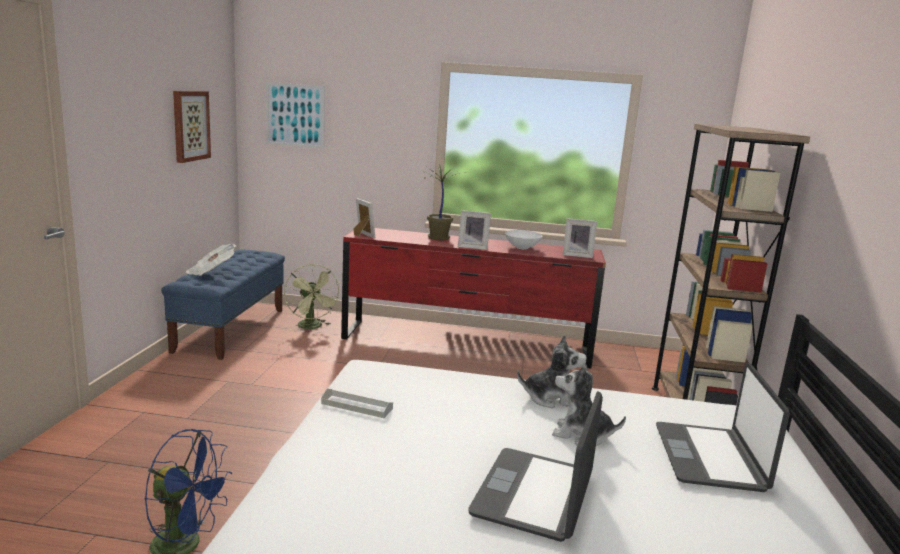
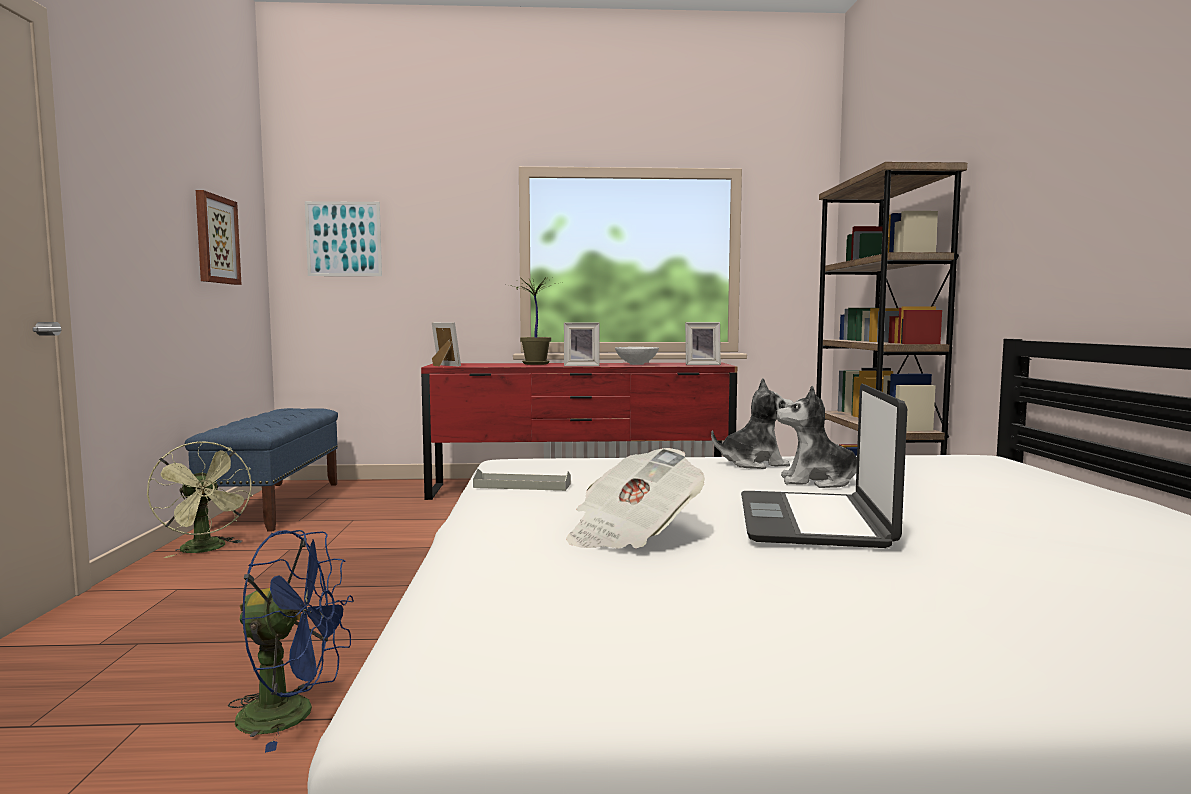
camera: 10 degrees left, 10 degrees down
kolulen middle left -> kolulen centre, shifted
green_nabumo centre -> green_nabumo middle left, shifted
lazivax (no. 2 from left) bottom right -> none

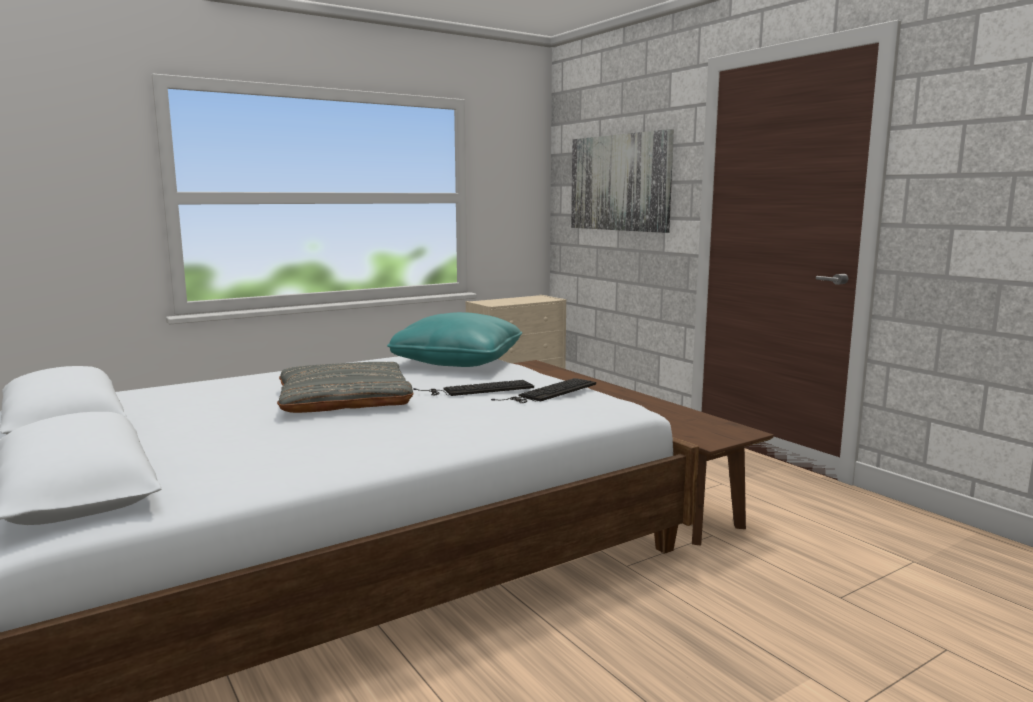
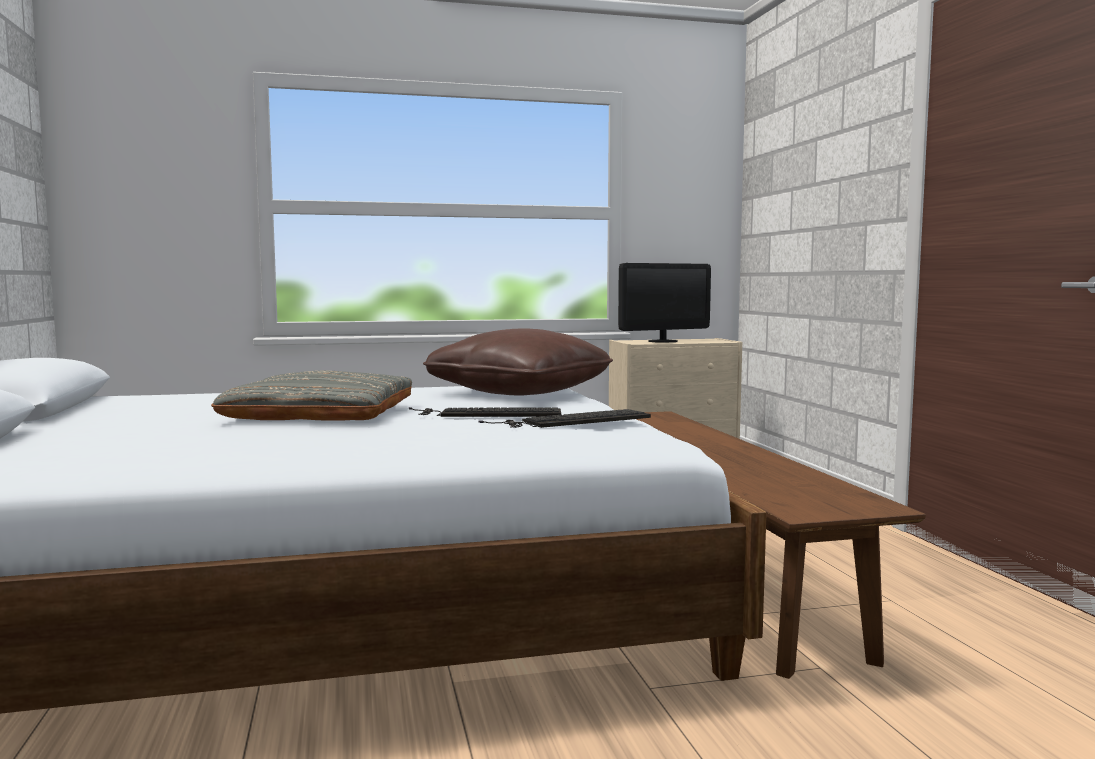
camera: 20 degrees right, 5 degrees down
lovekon top centre -> none
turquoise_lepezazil centre -> brown_lepezazil centre
none -> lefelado centre

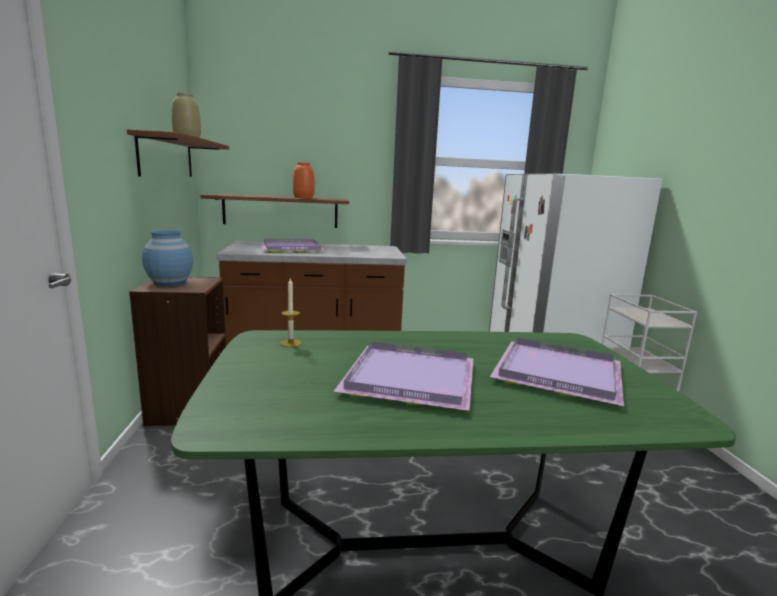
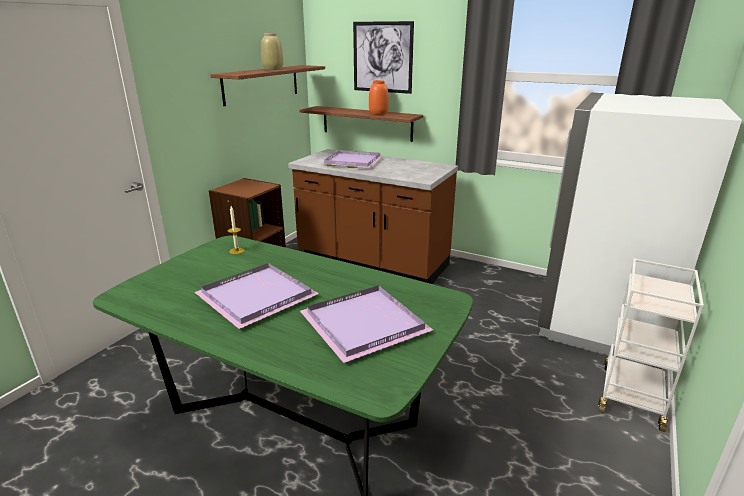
camera: 35 degrees right, 10 degrees up
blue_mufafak middle left -> none
none -> lovekon top centre

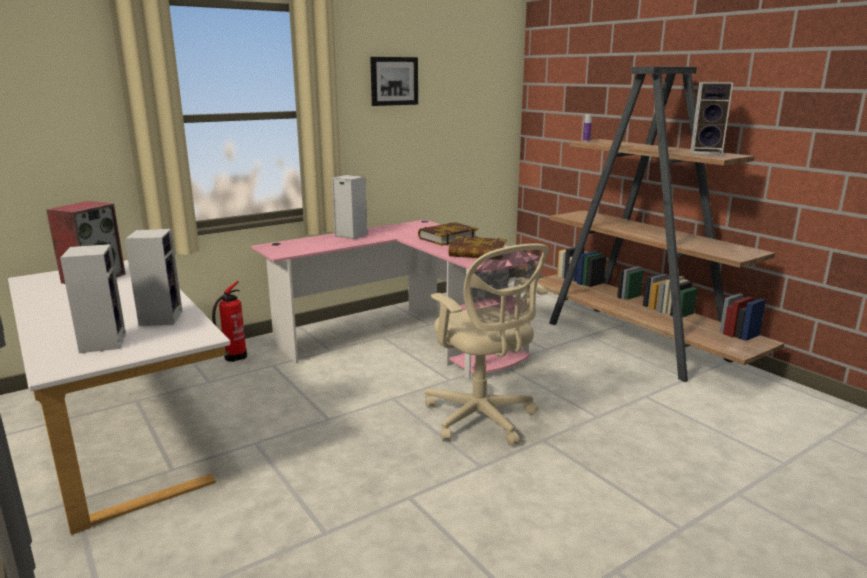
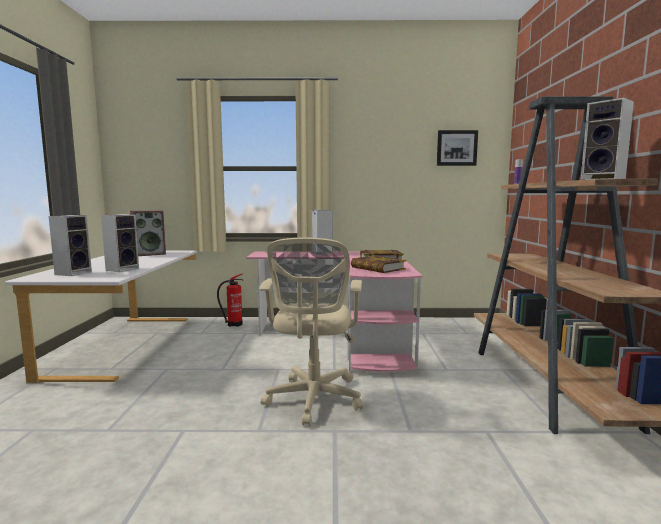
camera: 35 degrees right, 10 degrees down
lovekon top centre -> lovekon top right, shifted

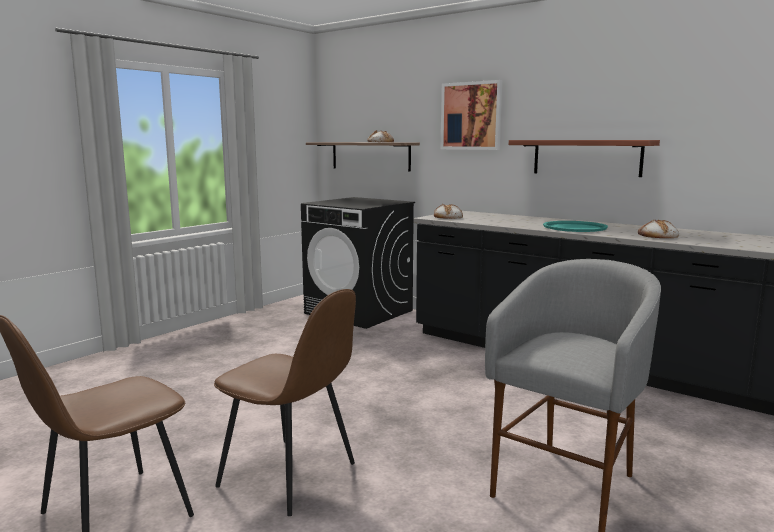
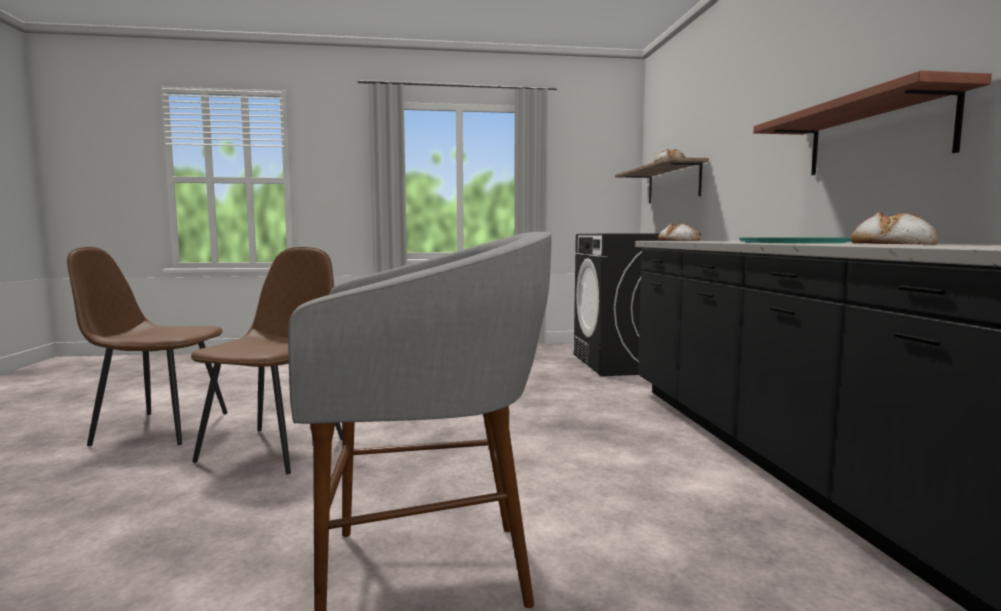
camera: 45 degrees right, 5 degrees down
lovekon top centre -> none
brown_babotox (no. 2 from left) bottom centre -> brown_babotox (no. 2 from left) middle left, 150 degrees counterclockwise

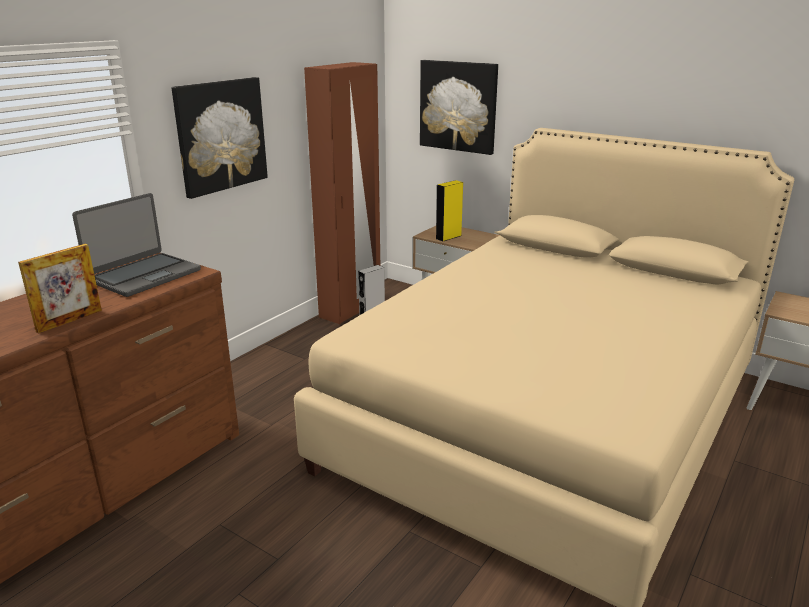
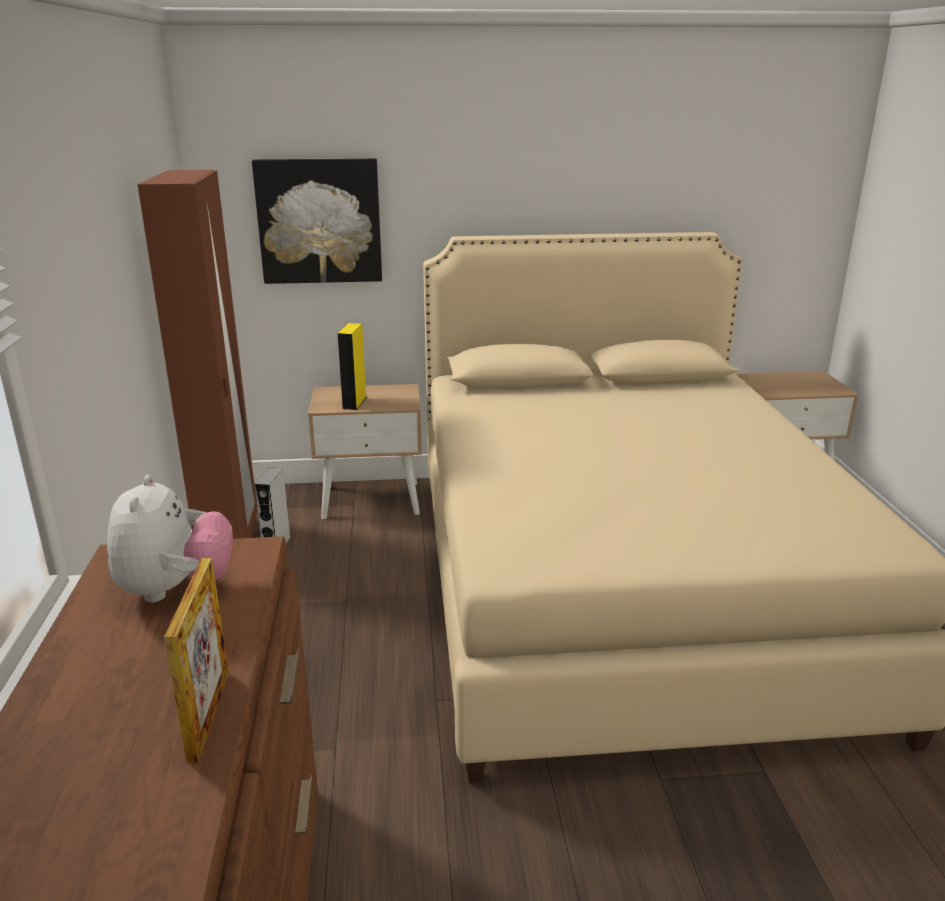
camera: 40 degrees left, 0 degrees up
lovekon (no. 1 from left) top left -> none
lazivax middle left -> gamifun middle left

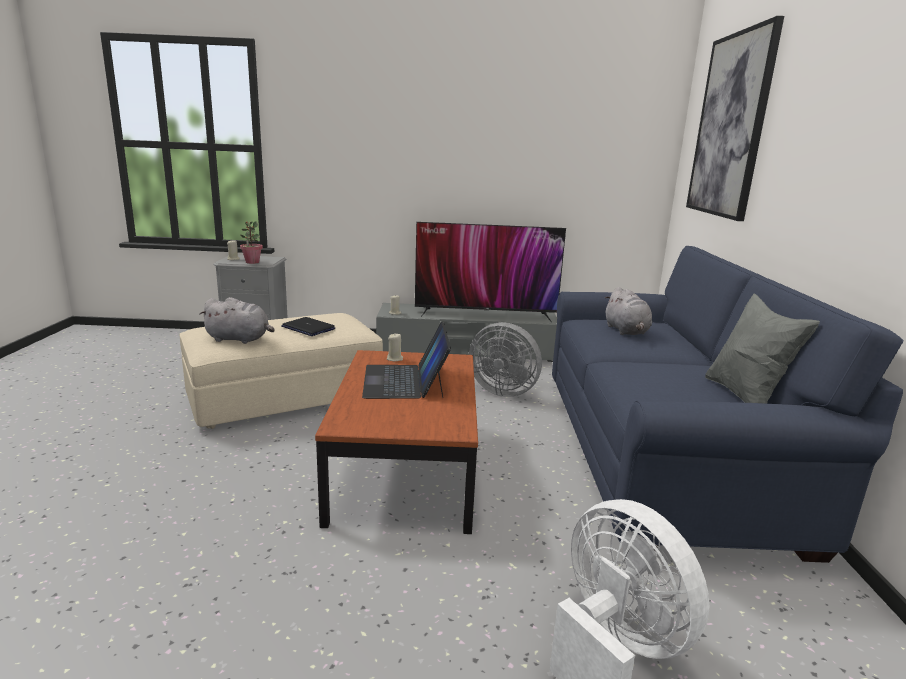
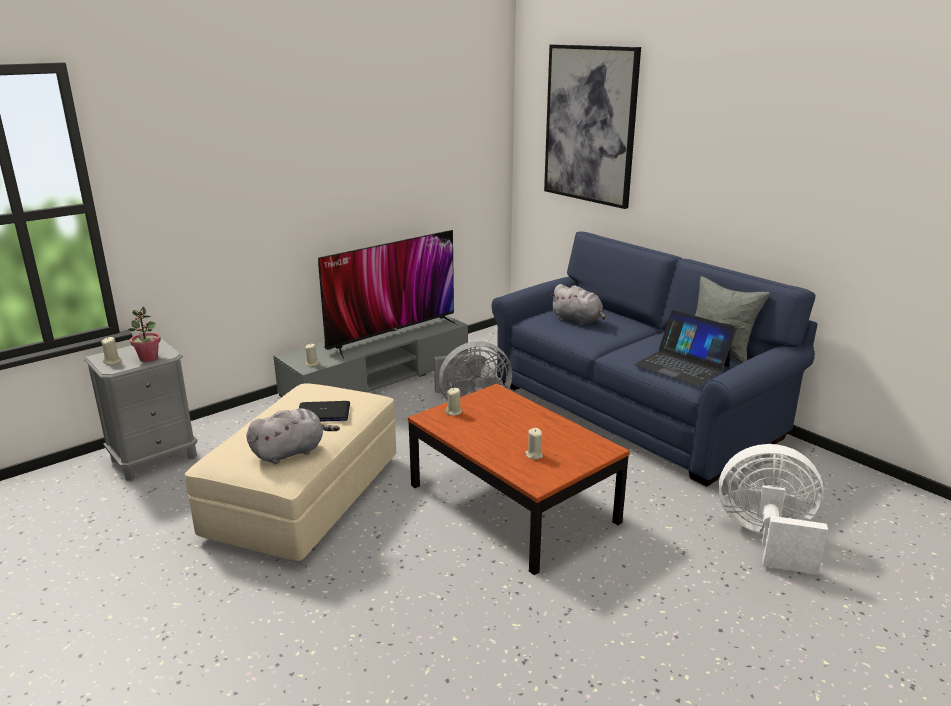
camera: 40 degrees left, 5 degrees up
lazivax (no. 2 from left) centre -> lazivax (no. 2 from left) middle right, shifted
none -> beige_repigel (no. 4 from left) centre

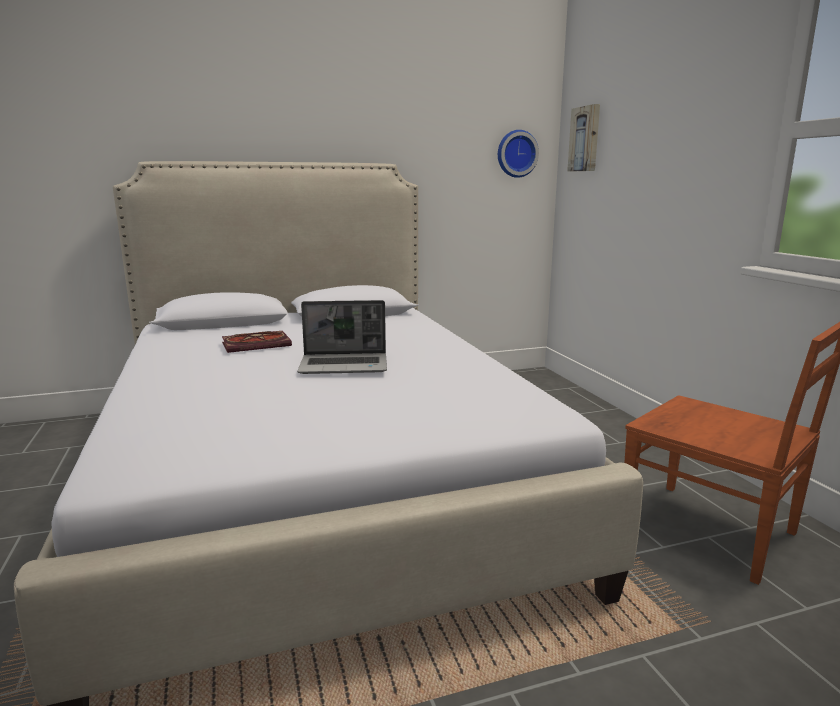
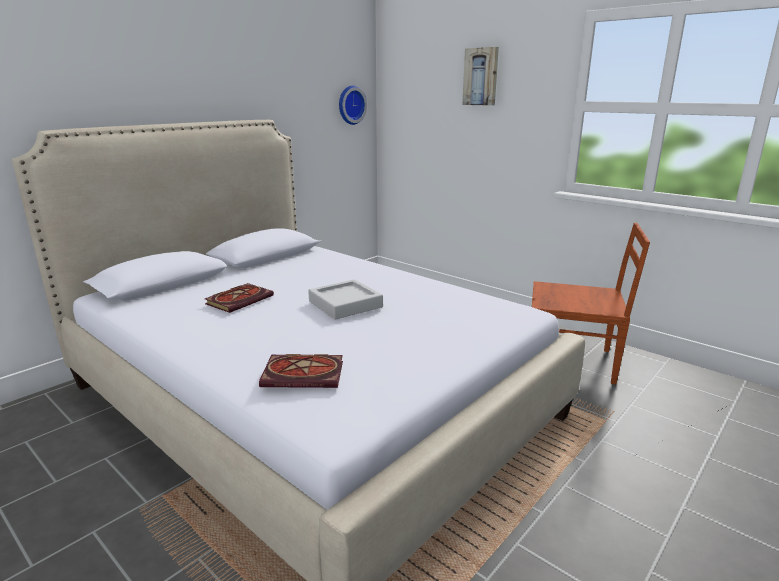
camera: 30 degrees left, 5 degrees up
lovekon top right -> lovekon top centre, shifted
lazivax centre -> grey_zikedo centre
none -> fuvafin (no. 2 from left) centre

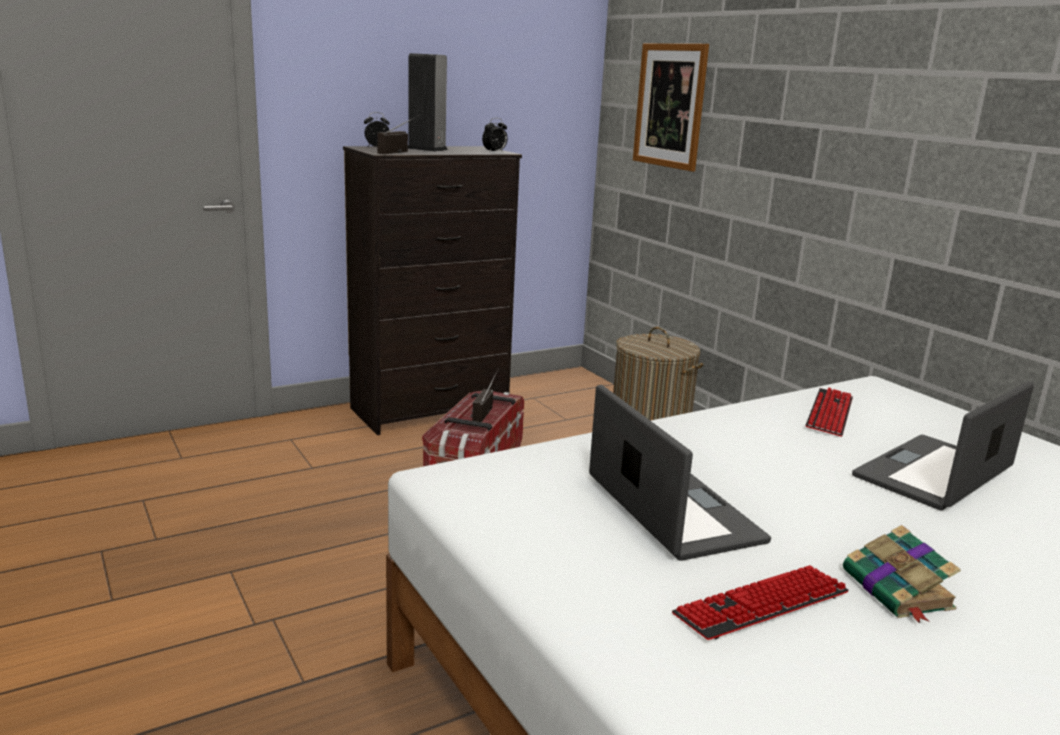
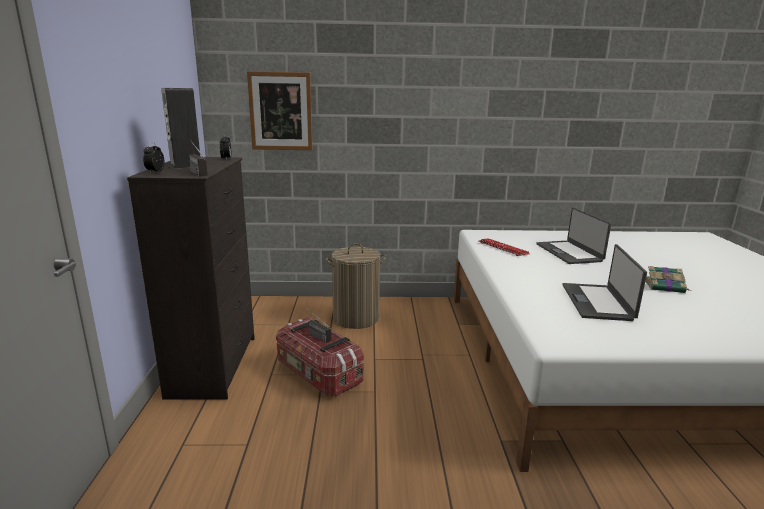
camera: 60 degrees left, 0 degrees up
lazivax (no. 1 from left in the first image) centre -> lazivax (no. 2 from left) middle right, 90 degrees counterclockwise
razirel (no. 1 from left) bottom right -> none

